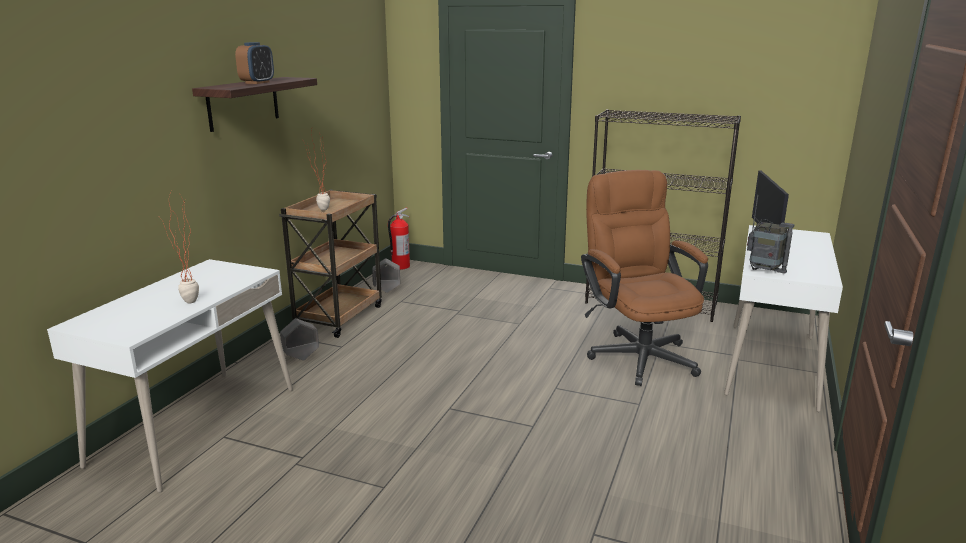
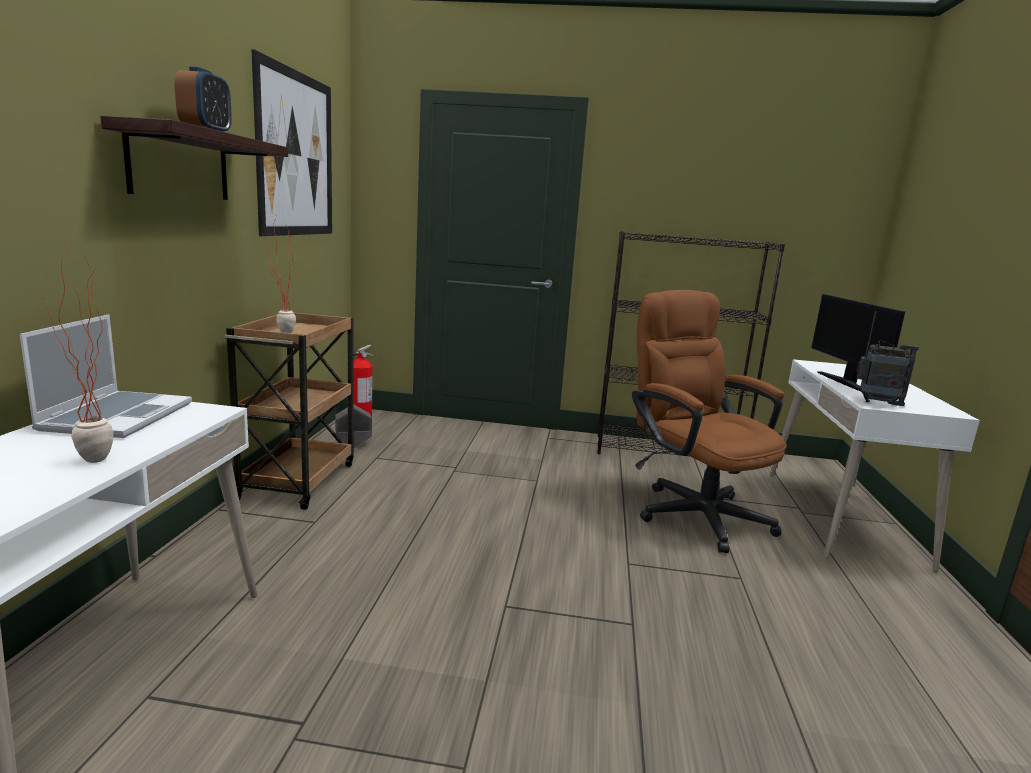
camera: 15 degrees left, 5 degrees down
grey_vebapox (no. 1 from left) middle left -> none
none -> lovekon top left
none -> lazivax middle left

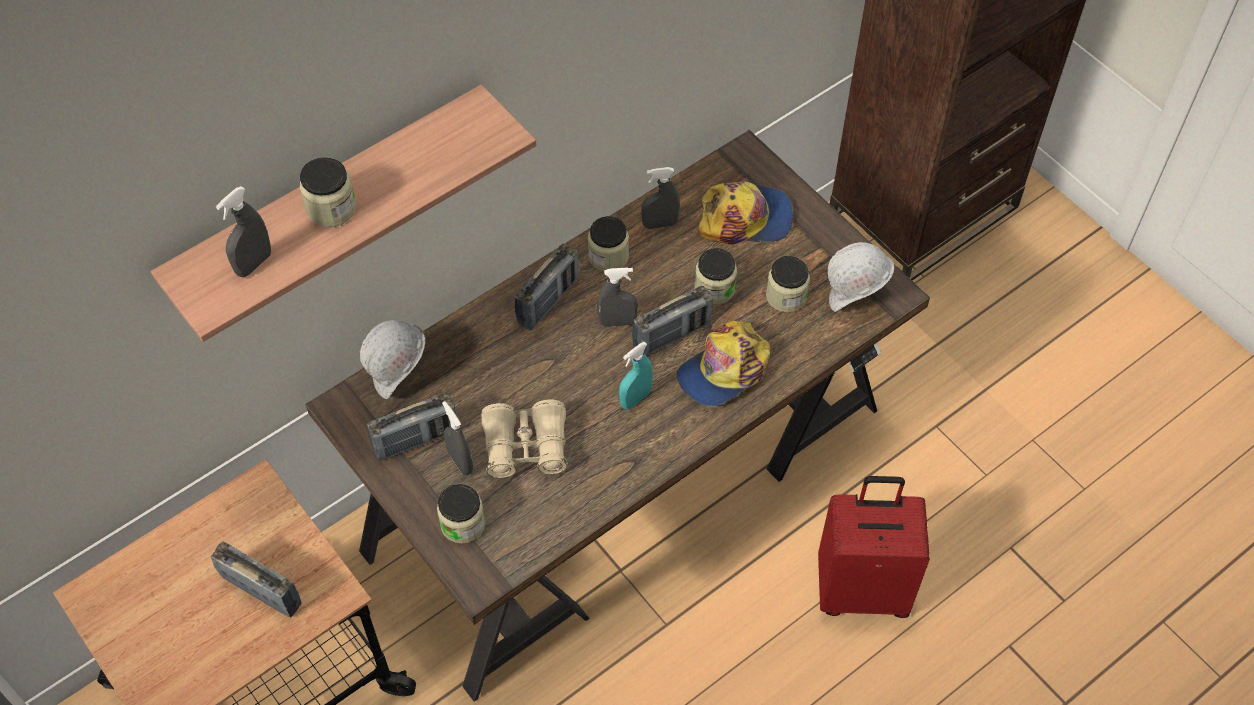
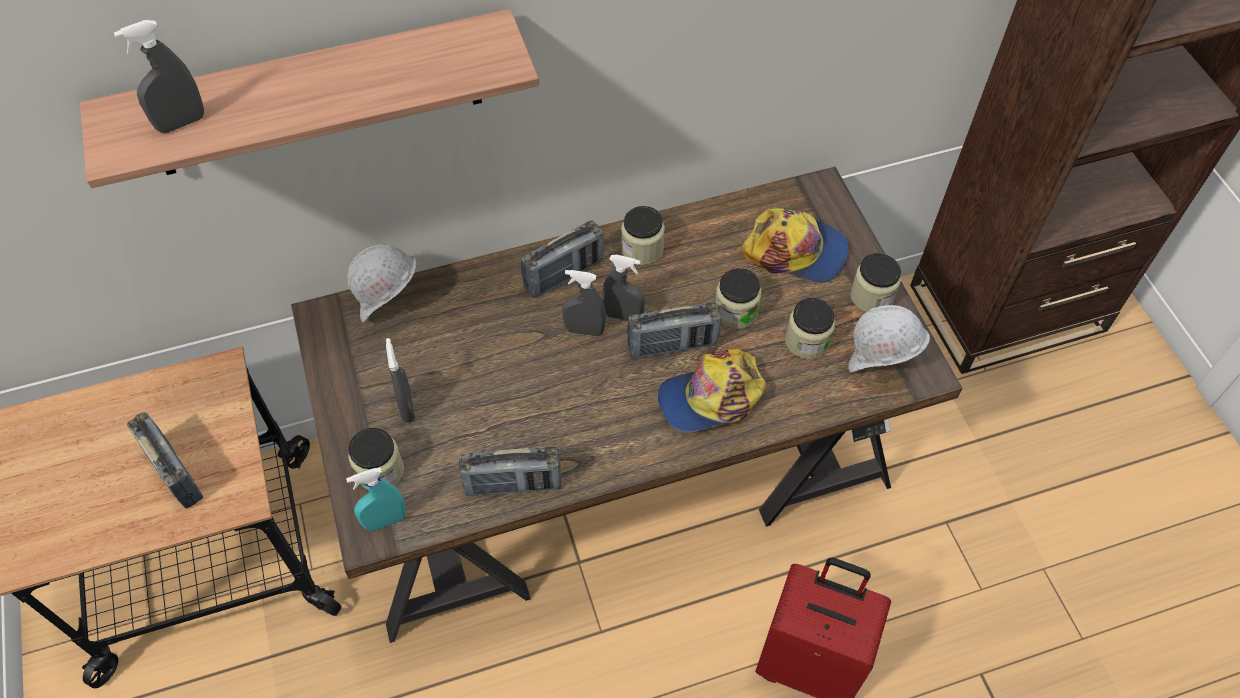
camera: 20 degrees right, 0 degrees up
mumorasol (no. 1 from left in the first image) top left -> mumorasol (no. 5 from left) middle right, shifted
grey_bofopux (no. 4 from left in the first image) top centre -> grey_bofopux (no. 3 from left) centre, shifted
turquoise_bofopux centre -> turquoise_bofopux bottom left, shifted
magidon (no. 2 from left) middle left -> magidon (no. 2 from left) bottom centre, shifted
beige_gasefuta centre -> none

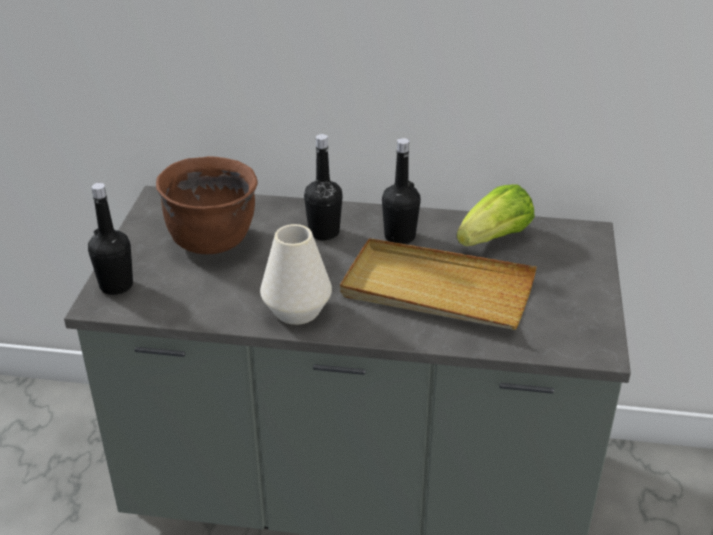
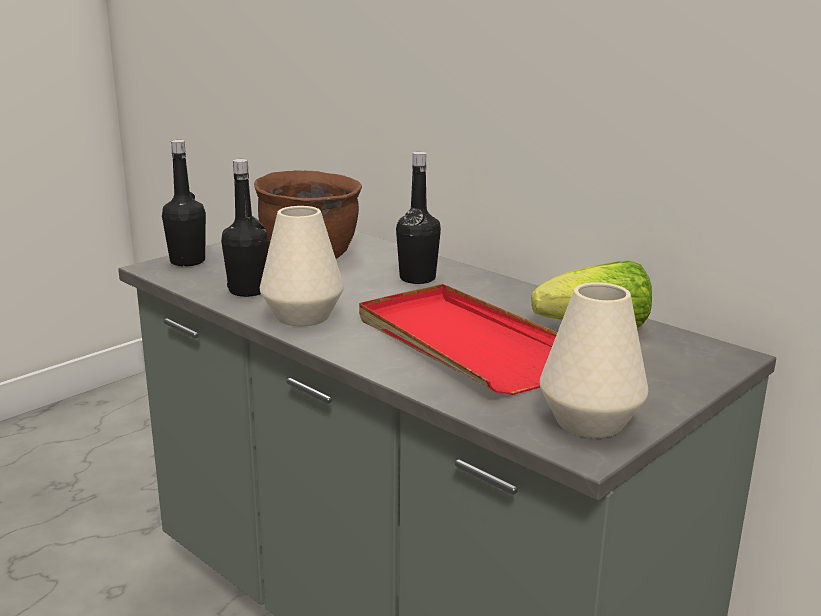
camera: 35 degrees right, 15 degrees down
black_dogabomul (no. 3 from left in the first image) centre -> black_dogabomul (no. 2 from left) middle left, shifted
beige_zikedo centre -> red_zikedo centre
none -> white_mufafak (no. 2 from left) middle right

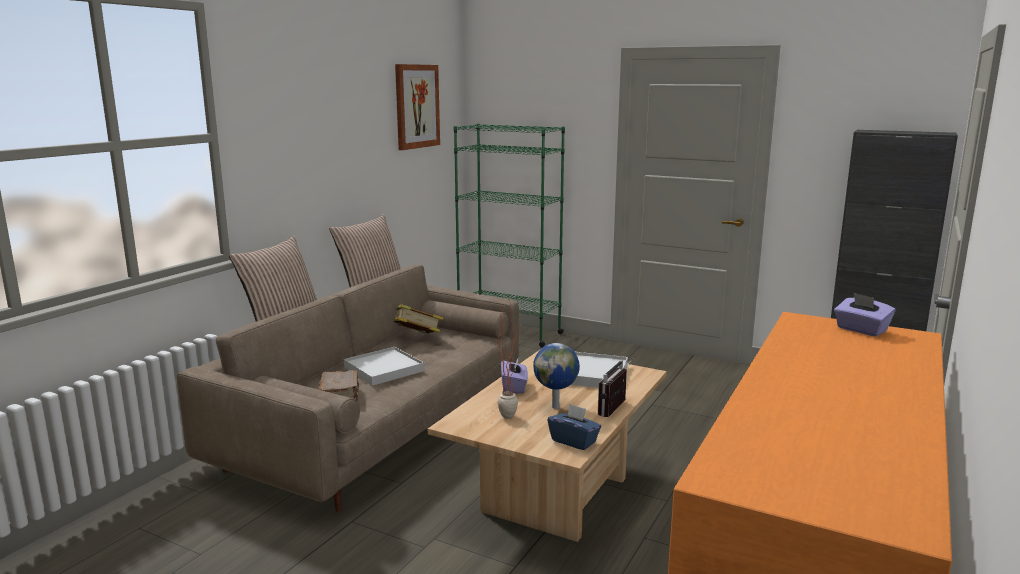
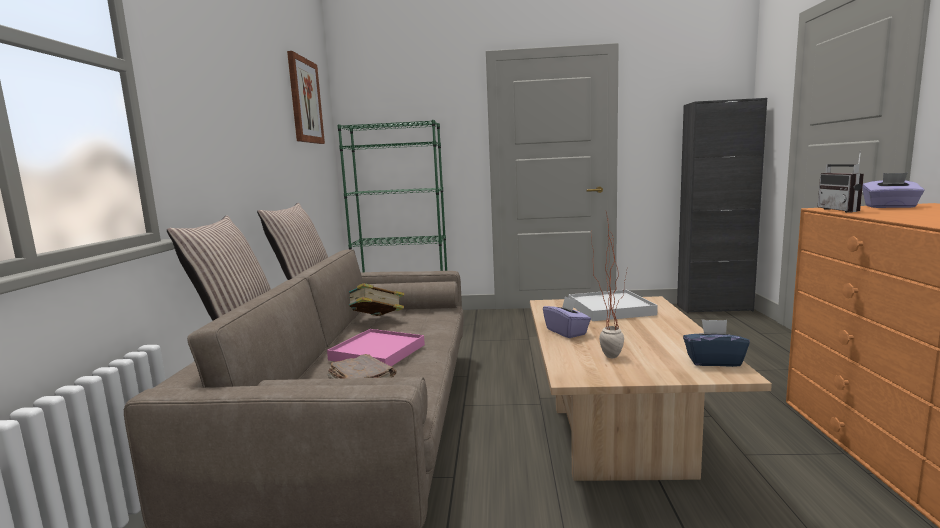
camera: 25 degrees left, 5 degrees down
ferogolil centre -> none
white_zikedo (no. 1 from left) centre -> pink_zikedo centre
magidon bottom centre -> magidon middle right, shifted

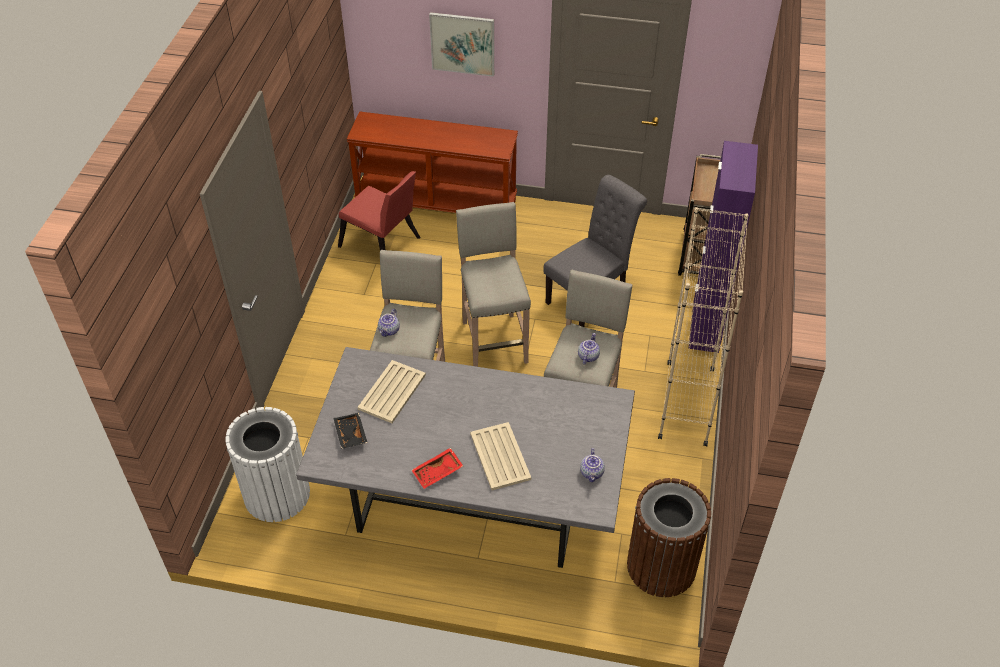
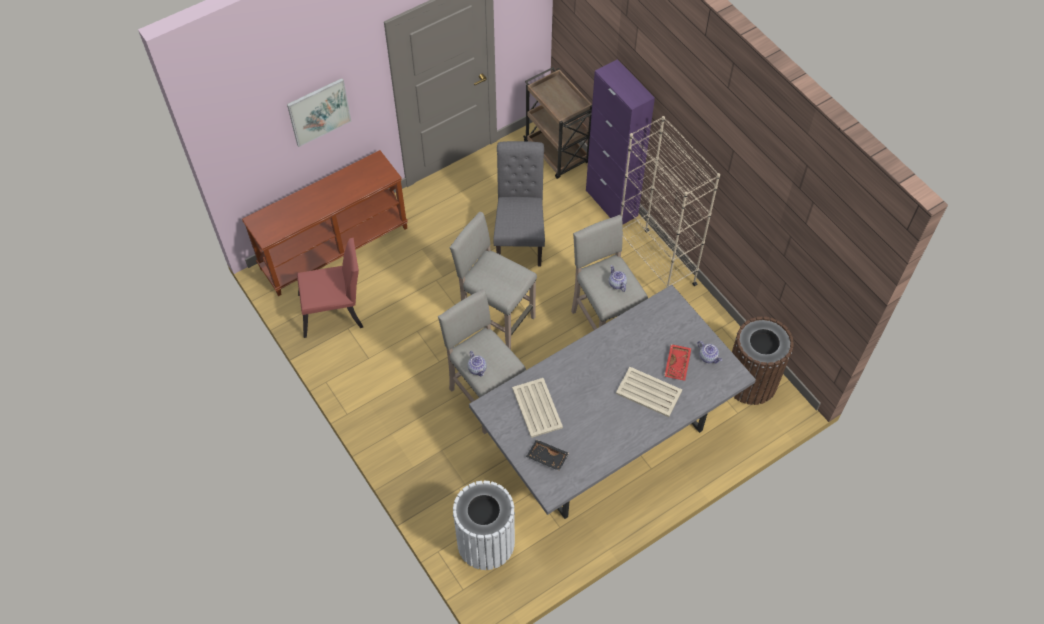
camera: 45 degrees left, 10 degrees up
red_zikedo bottom centre -> red_zikedo centre, shifted

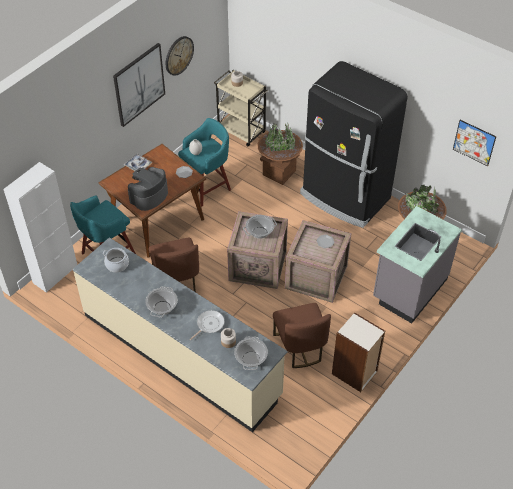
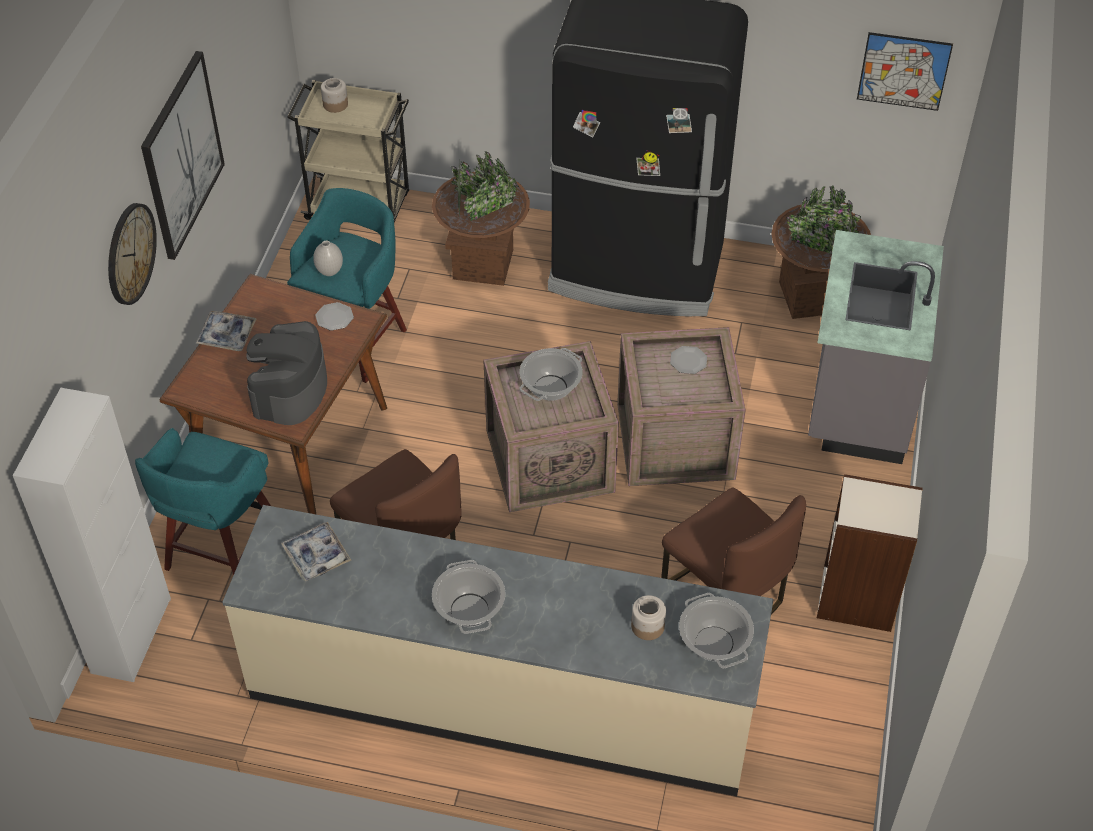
camera: 25 degrees left, 0 degrees up
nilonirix top centre -> nilonirix top left, shifted
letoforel (no. 1 from left) middle left -> zikedo (no. 2 from left) middle left
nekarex centre -> none

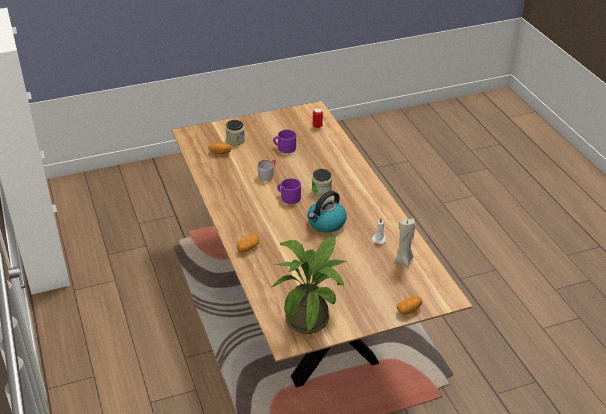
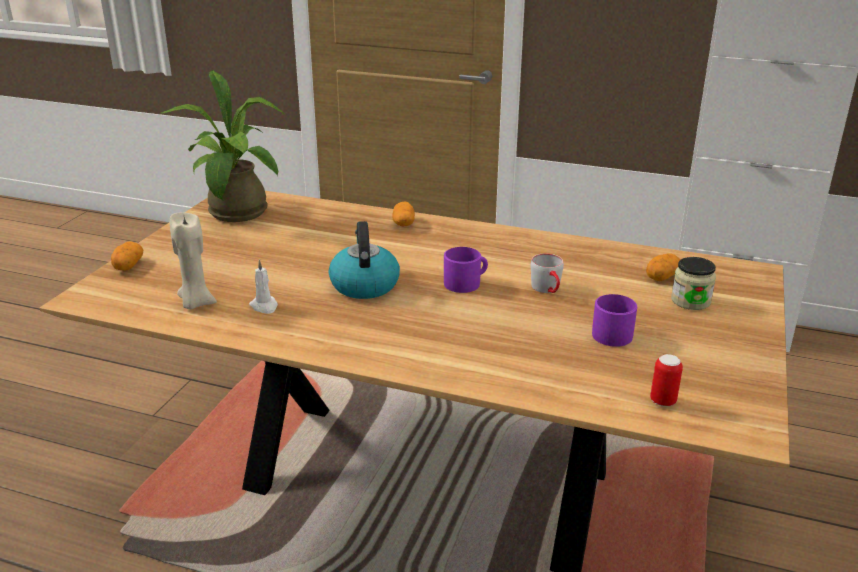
camera: 130 degrees right, 10 degrees down
mumorasol (no. 2 from left) centre -> none

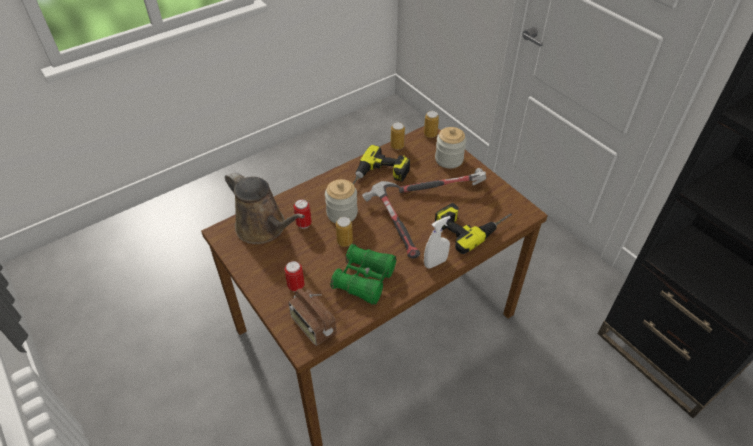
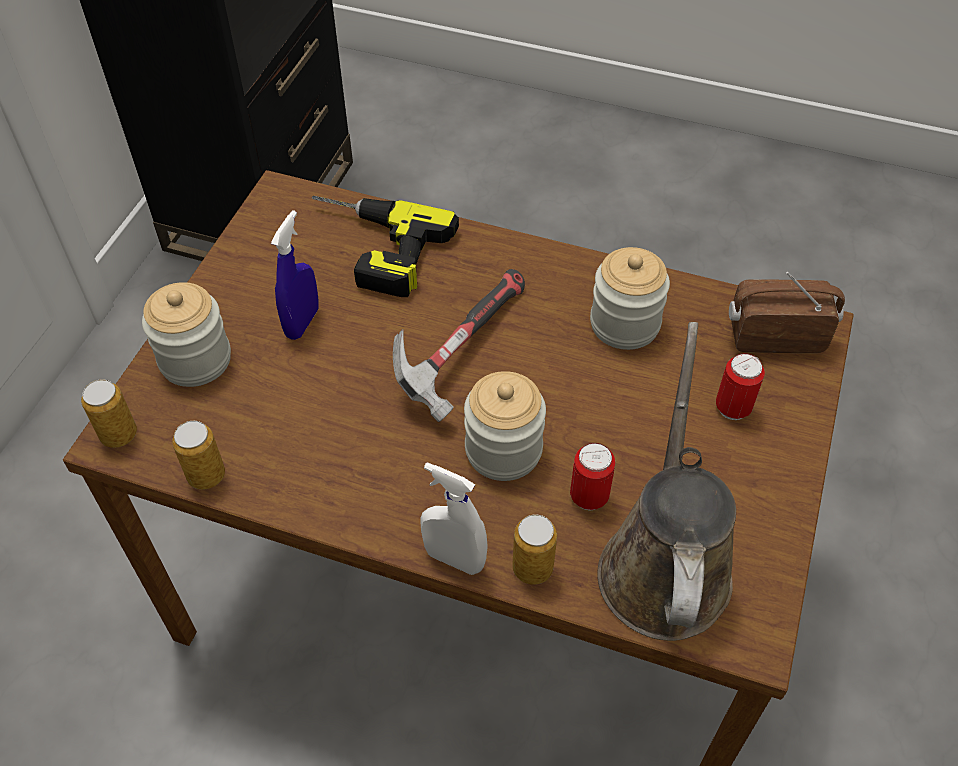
camera: 125 degrees left, 5 degrees up
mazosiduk (no. 1 from left) centre -> none
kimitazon (no. 2 from left) centre -> blue_bofopux middle left
white_bofopux centre -> white_bofopux bottom centre, shifted
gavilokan (no. 3 from left) centre -> gavilokan (no. 3 from left) bottom centre, shifted
green_gasefuta centre -> mumorasol (no. 3 from left) centre
magidon bottom centre -> magidon middle right, 105 degrees counterclockwise

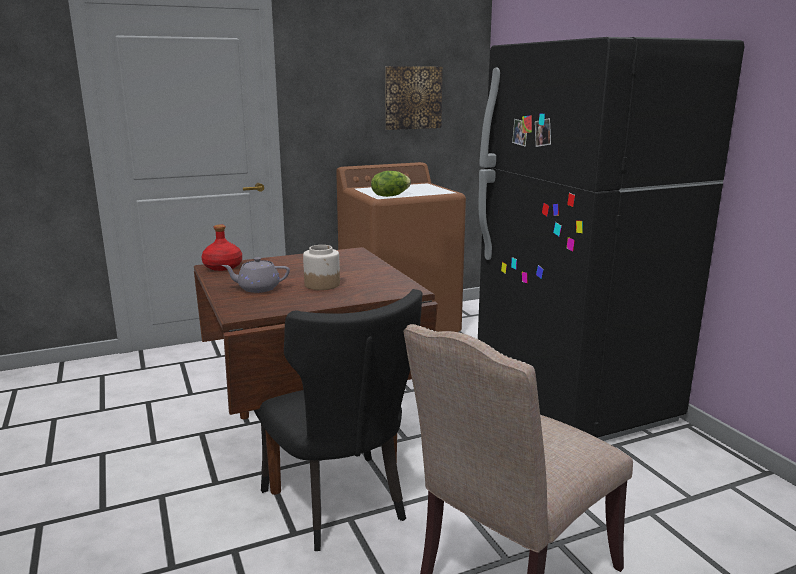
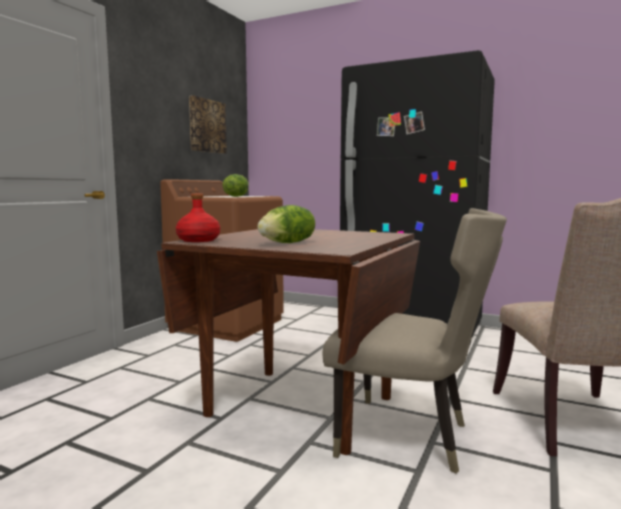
camera: 40 degrees left, 10 degrees down
mumorasol centre -> none
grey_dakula middle left -> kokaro (no. 2 from left) centre
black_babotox bottom centre -> beige_babotox (no. 1 from left) bottom right

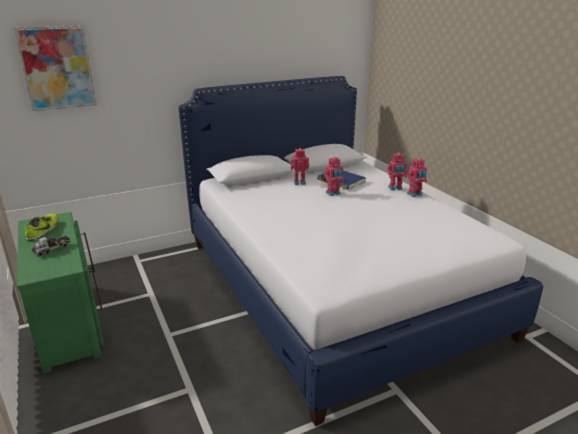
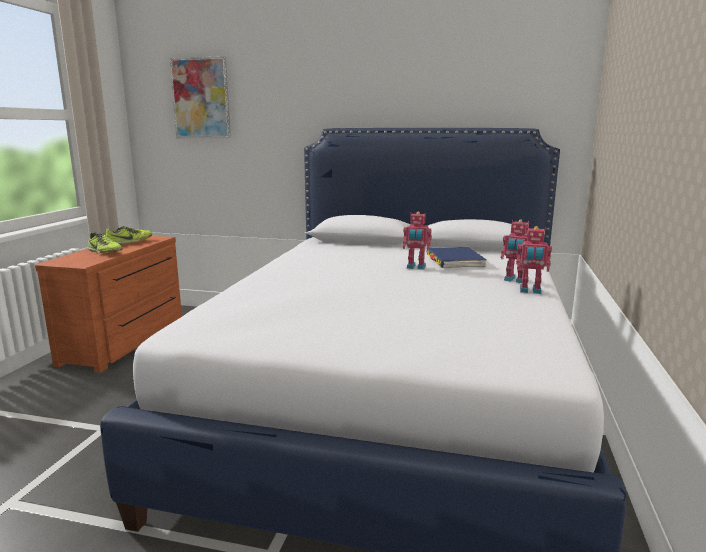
camera: 40 degrees right, 10 degrees down
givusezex (no. 1 from left) centre -> none
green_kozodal bottom left -> brown_kozodal middle left
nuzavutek middle left -> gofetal (no. 1 from left) middle left

